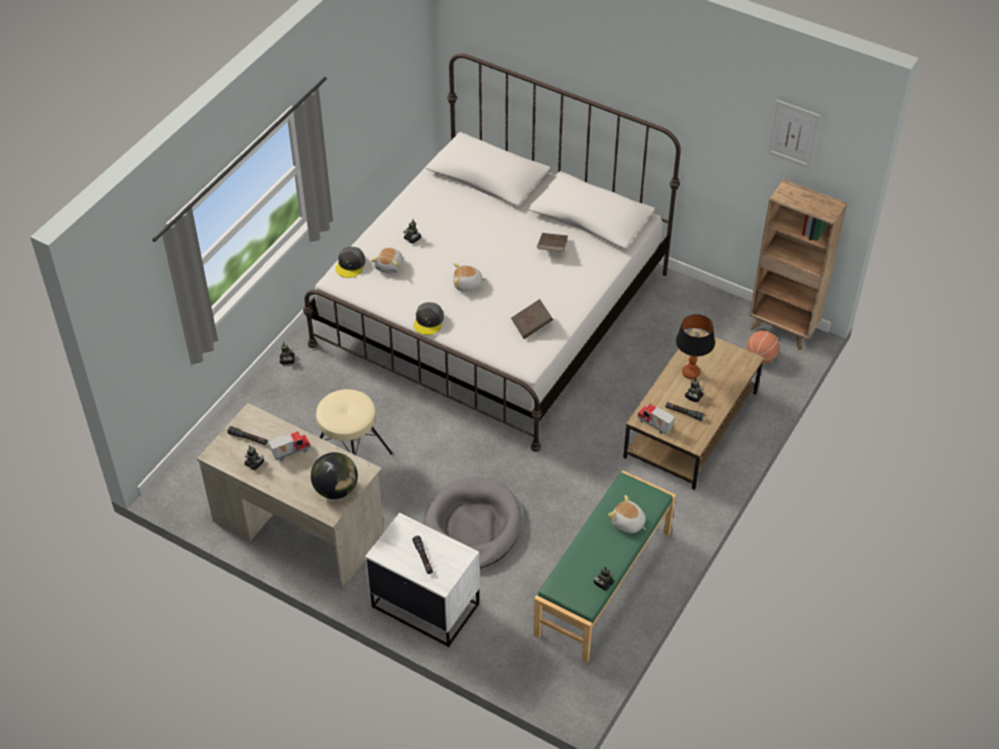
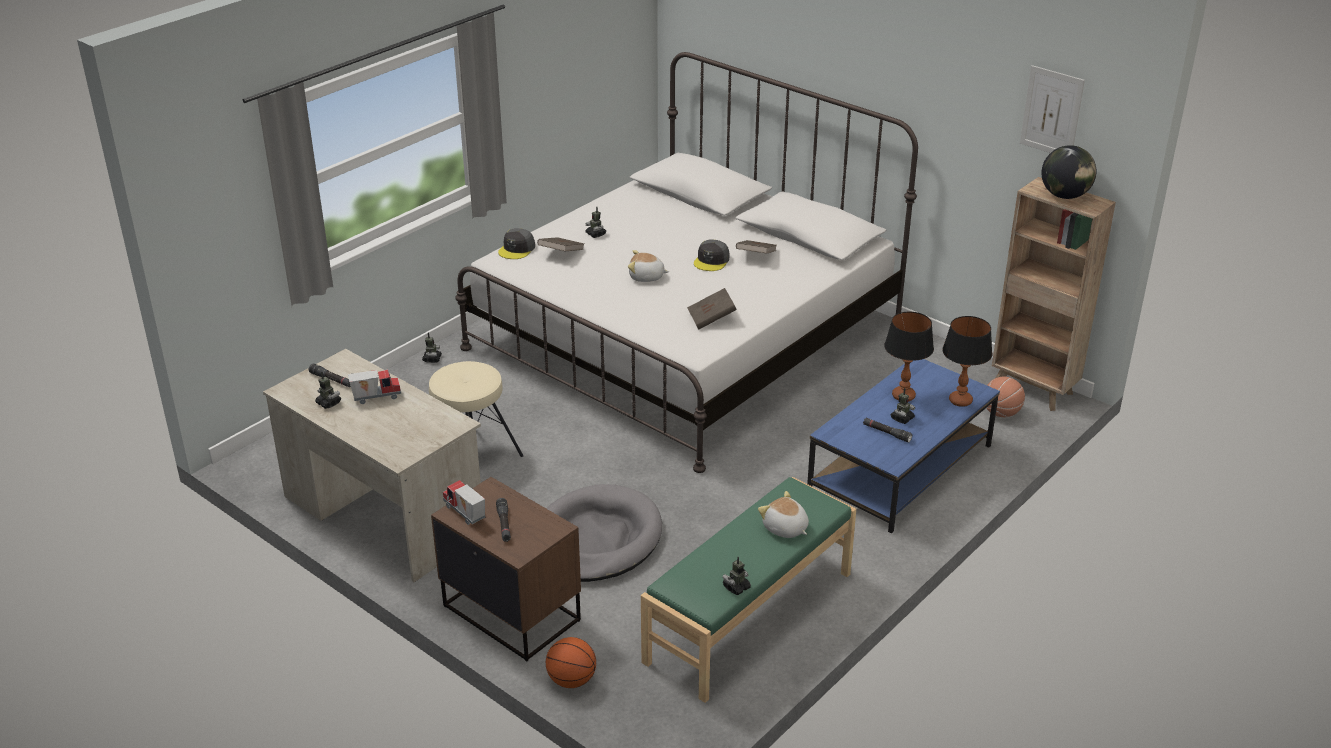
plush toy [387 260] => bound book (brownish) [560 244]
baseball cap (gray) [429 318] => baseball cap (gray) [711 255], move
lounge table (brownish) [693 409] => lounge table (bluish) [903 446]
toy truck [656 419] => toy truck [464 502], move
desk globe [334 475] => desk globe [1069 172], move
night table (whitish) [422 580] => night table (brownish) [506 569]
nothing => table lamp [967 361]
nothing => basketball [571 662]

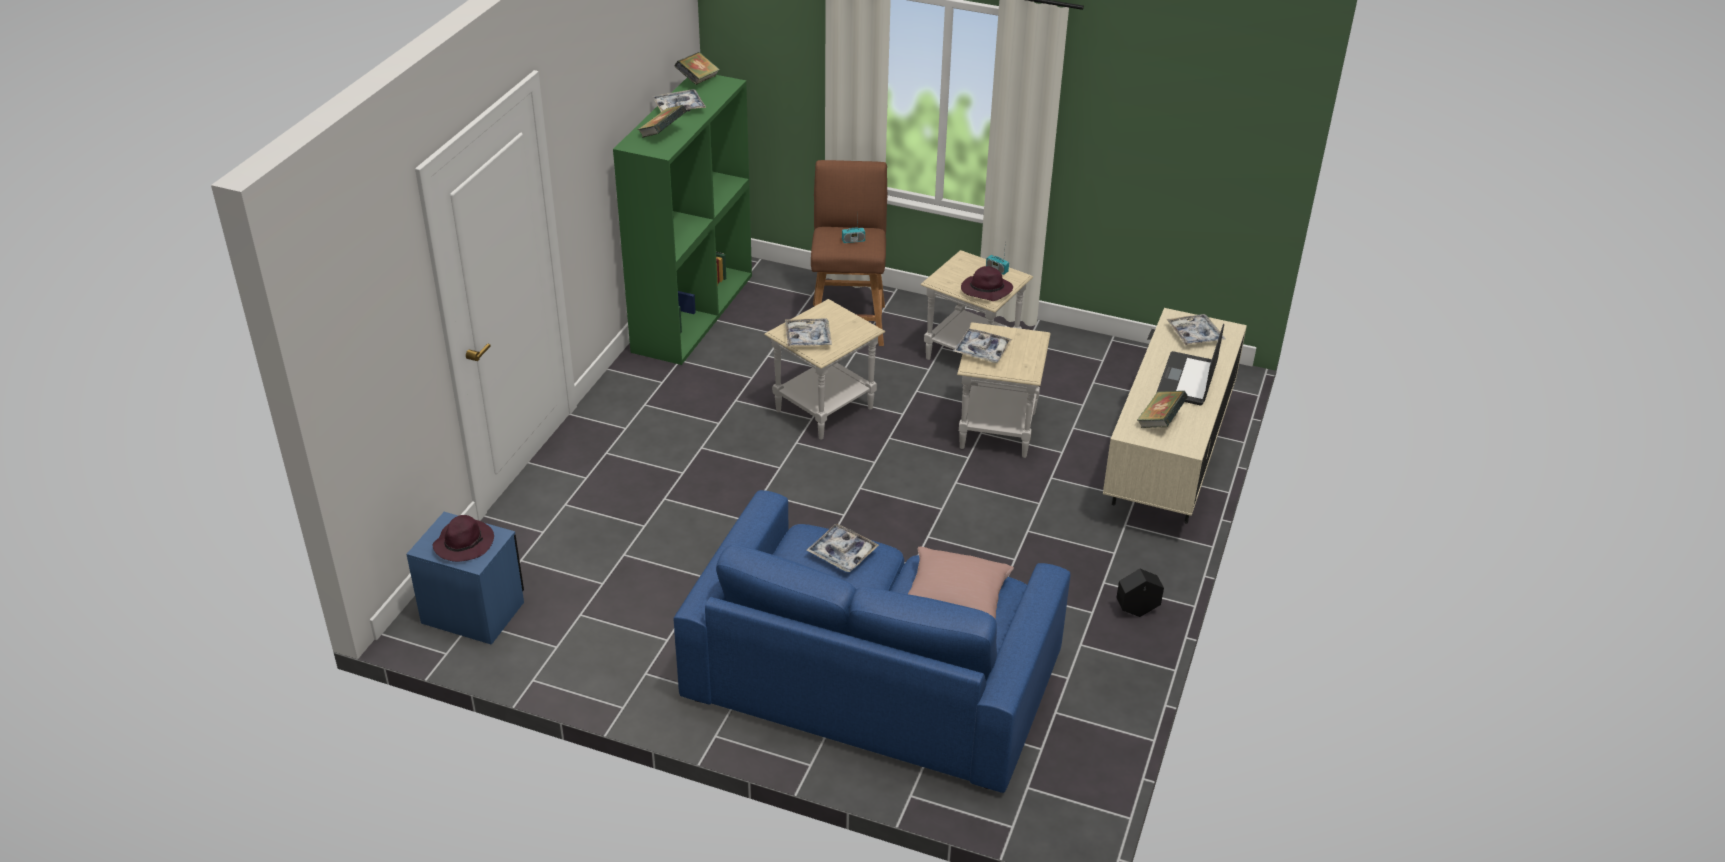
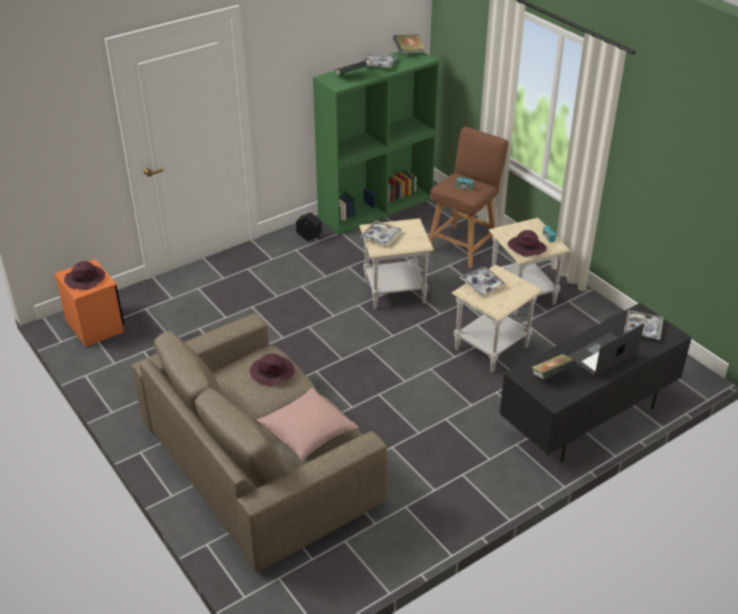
tv stand (beige) [1175 415] => tv stand (blackish) [595 383]
settee (bluish) [872 641] => settee (brownish) [259 443]
night table (bluish) [465 578] => night table (orange-coloured) [89 303]
carrying tray [842 548] => hat (purplish) [272 369]
flower pot (blackish) [1140 593] => flower pot (blackish) [309 226], move

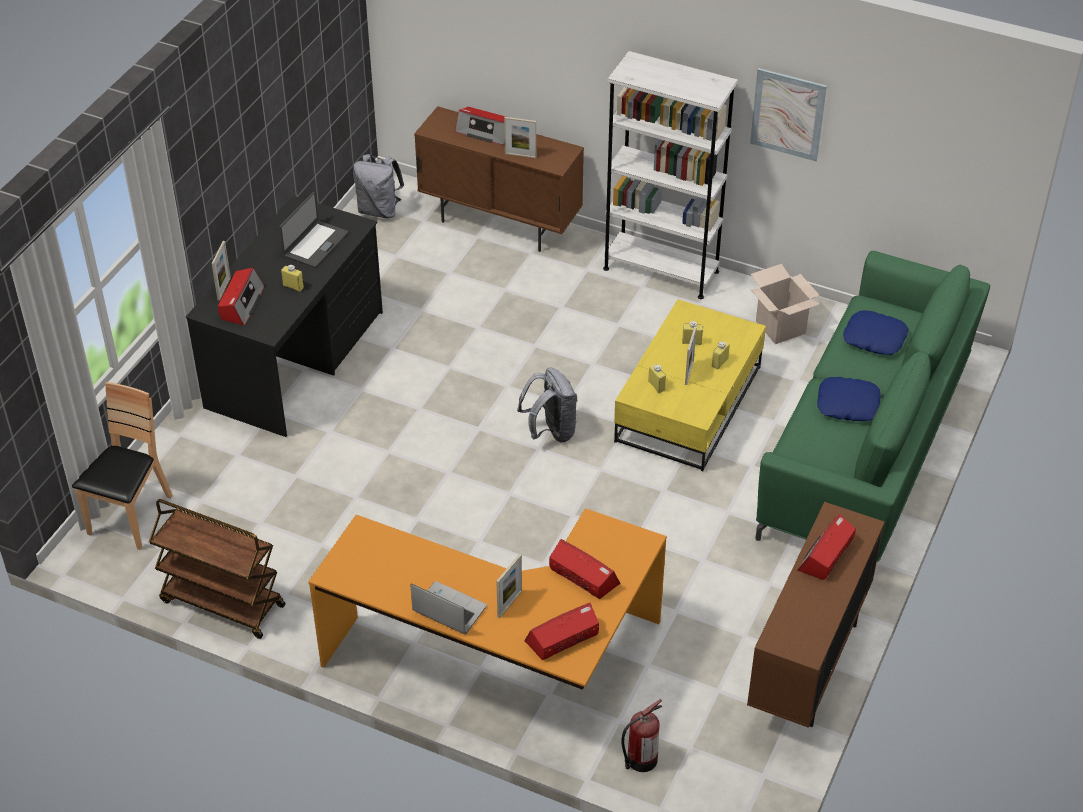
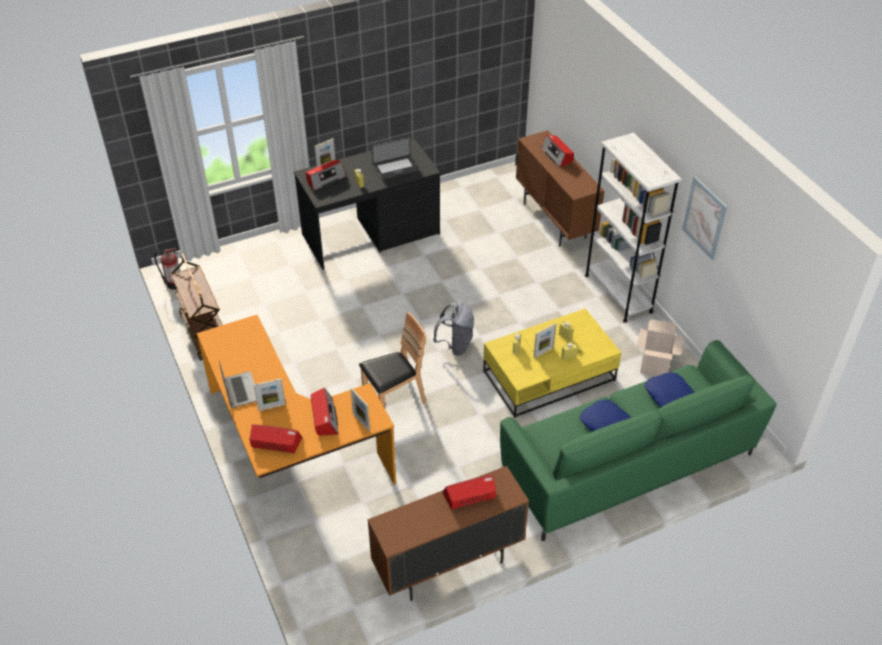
picture frame [520 137] => picture frame [360 409], move
backpack (gray) [378 186] => nothing
upright chair (brownish) [122 466] => upright chair (brownish) [392 360], move
extinguisher [642 735] => extinguisher [167 269], move

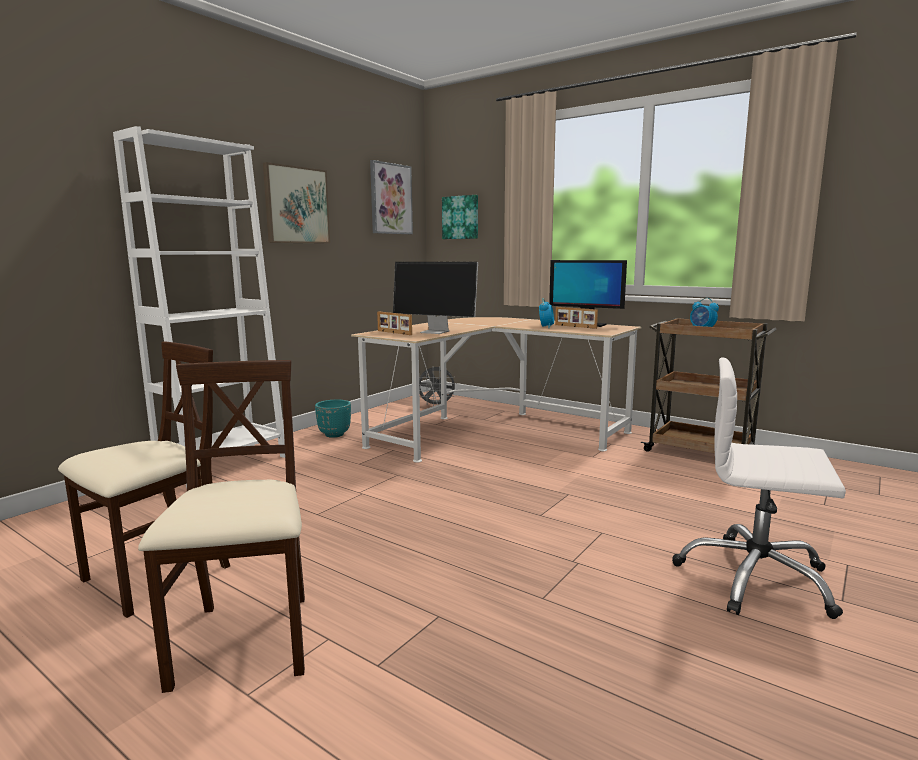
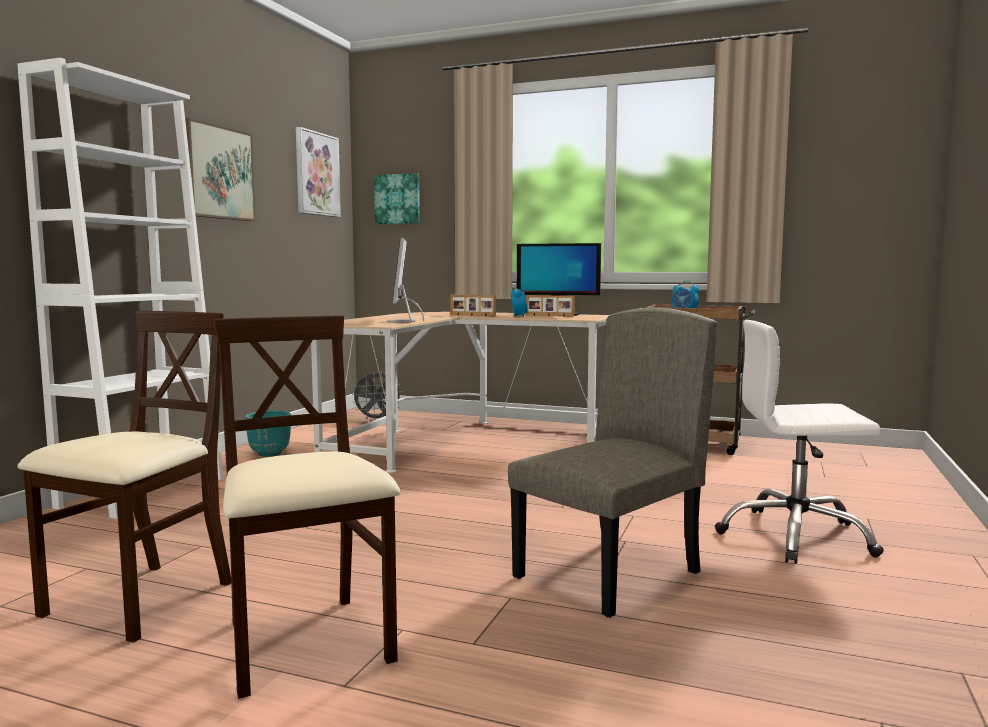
monitor [435 298] => monitor [405 280], 75 degrees clockwise
picture frame [394 323] => picture frame [473 305], move
nothing => upright chair (beige) [613 463]

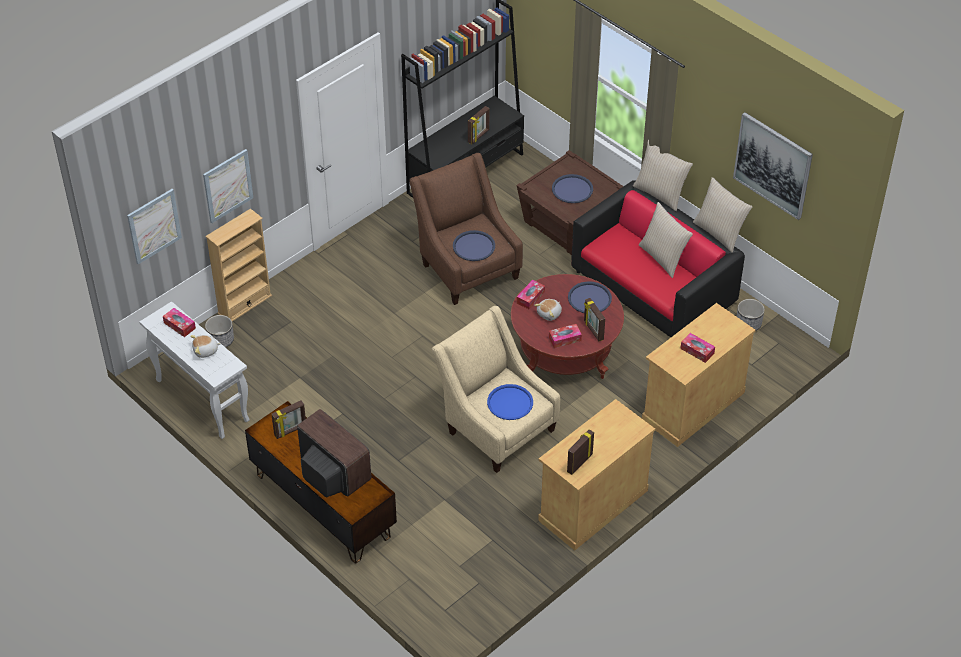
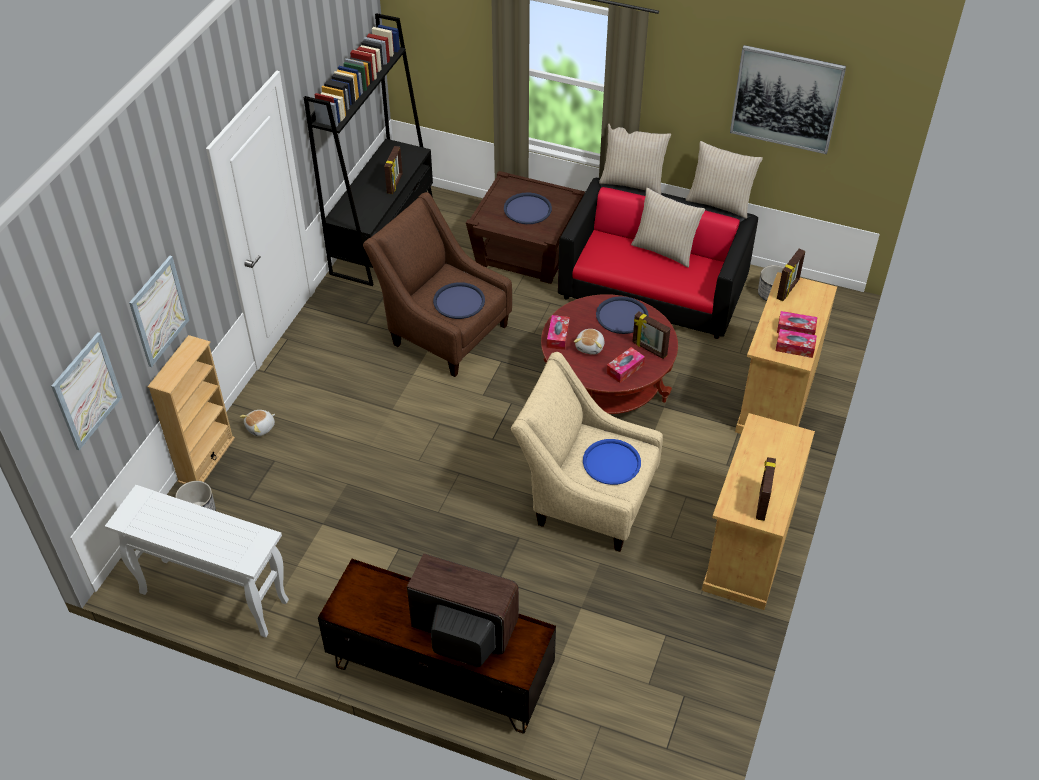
box of tissues [179 322] => box of tissues [796 343], move
plush toy [205 346] => plush toy [257 423], move
picture frame [288 419] => picture frame [791 275], move

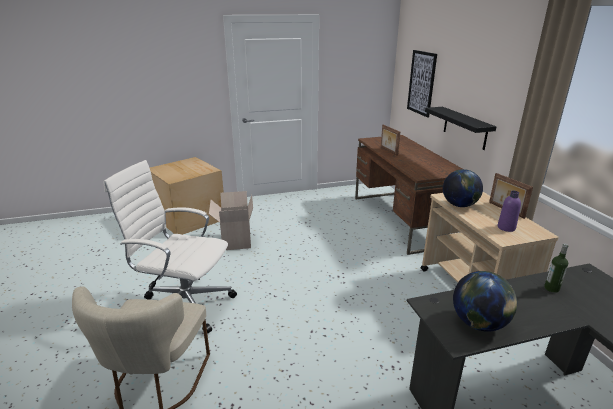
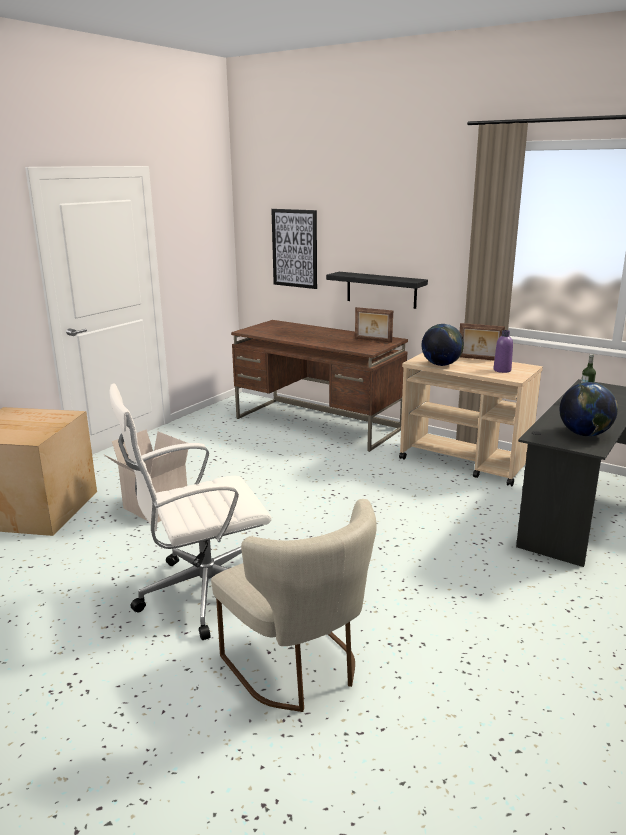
picture frame [390 140] => picture frame [374 325], move

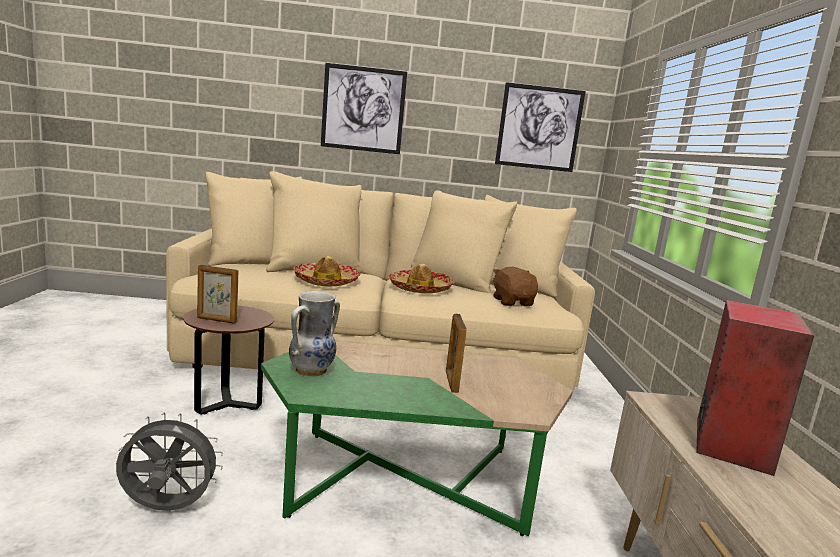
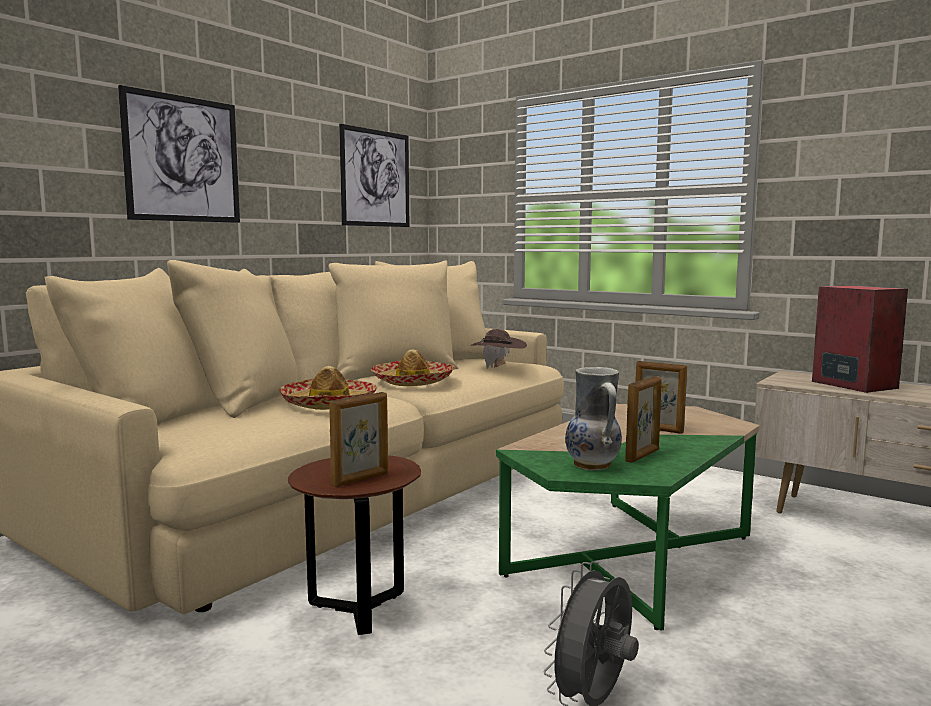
plush toy (brownish) [515 286] => hat (brownish) [499 349]
nothing => picture frame [643 419]

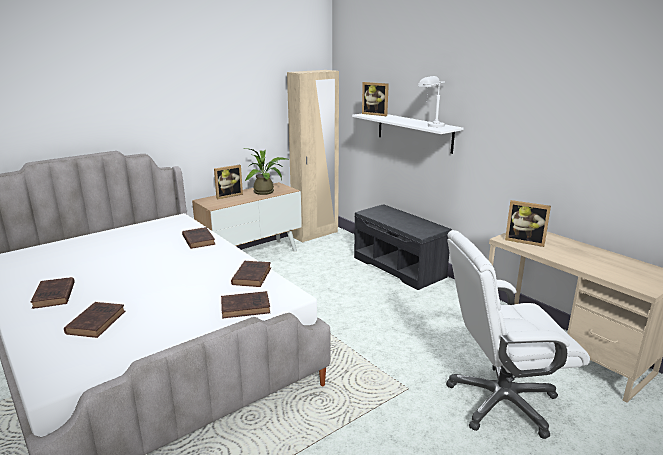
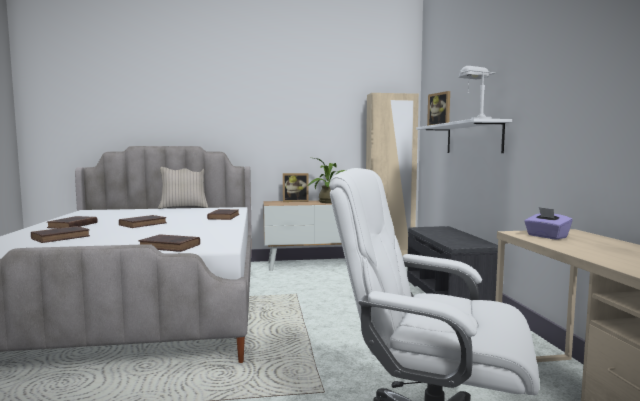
picture frame [528 223] => box of tissues (purplish) [548 223]
bound book (brownish) [251 274] => bound book (brownish) [143 221], move
nothing => pillow (beige) [183 188]

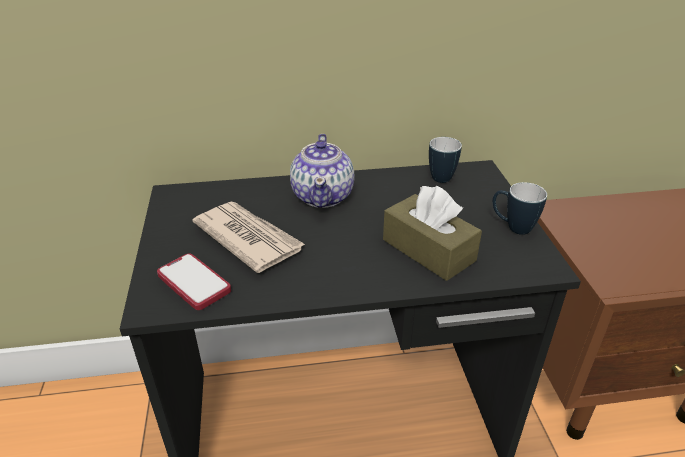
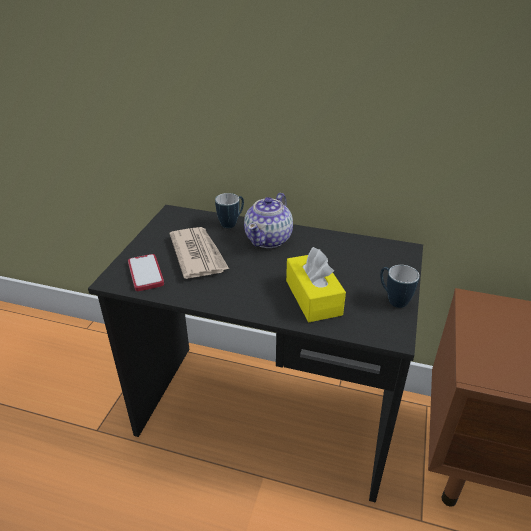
mug [445 160] => mug [229 210], move
box of tissues (brownish) [432 233] => box of tissues (yellowish) [316 284]

